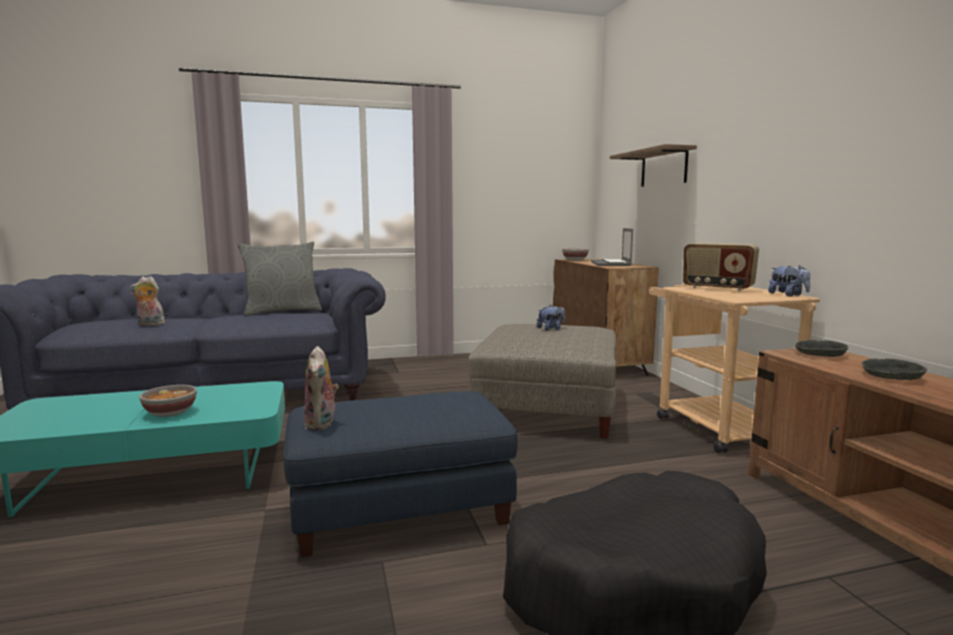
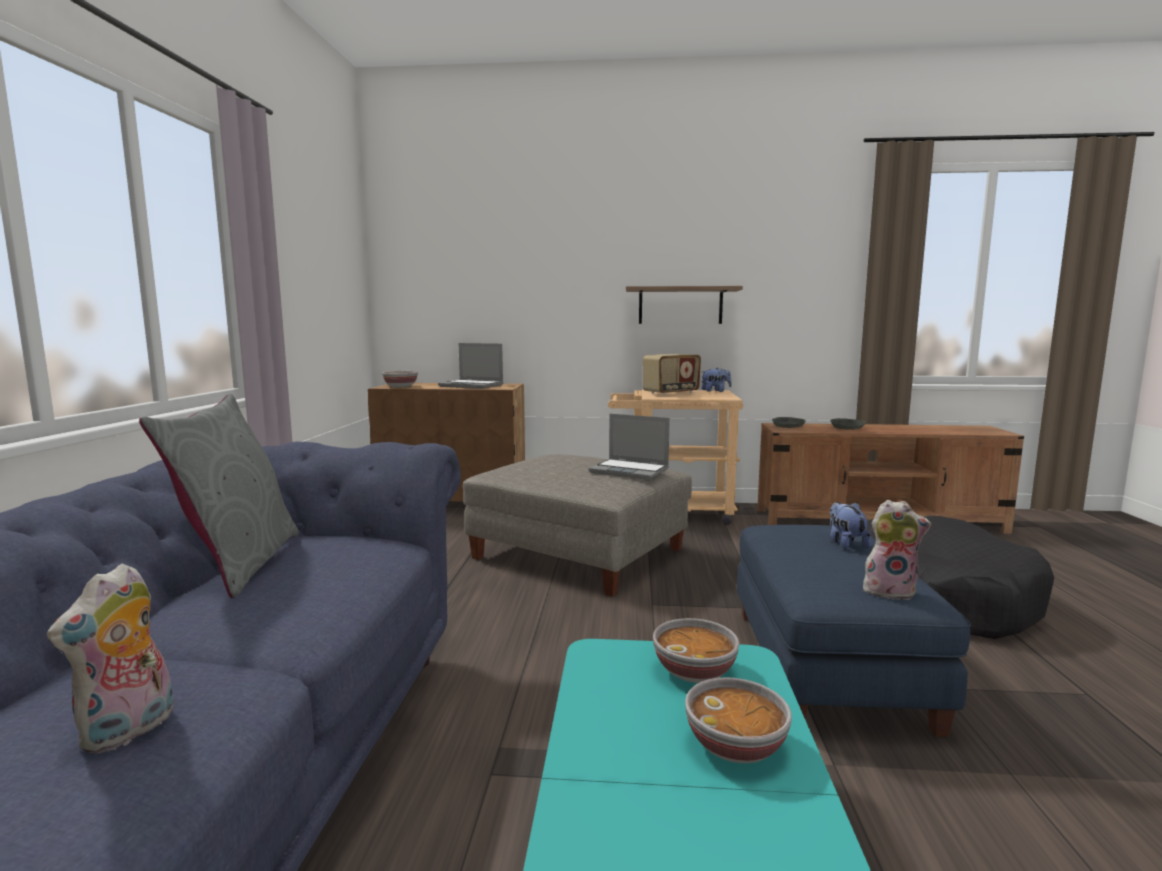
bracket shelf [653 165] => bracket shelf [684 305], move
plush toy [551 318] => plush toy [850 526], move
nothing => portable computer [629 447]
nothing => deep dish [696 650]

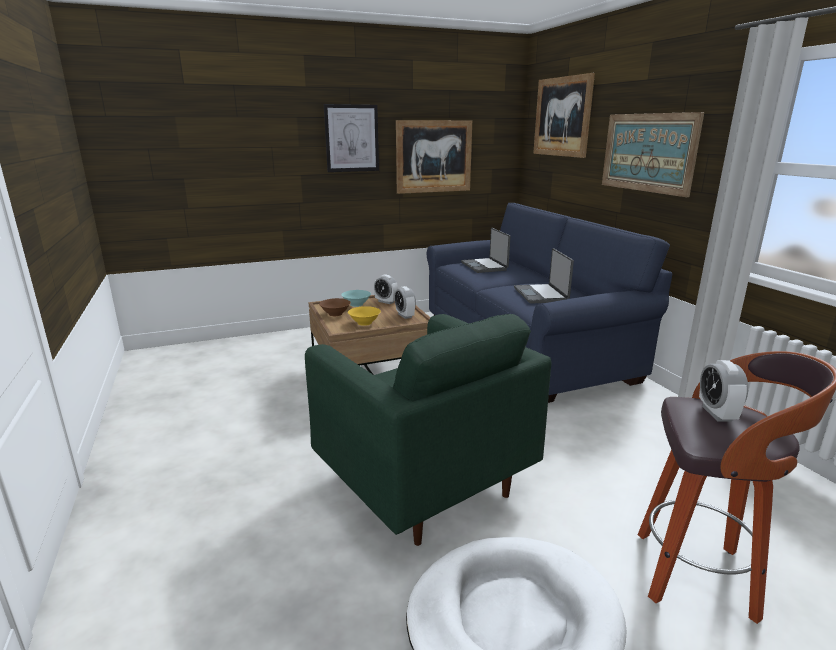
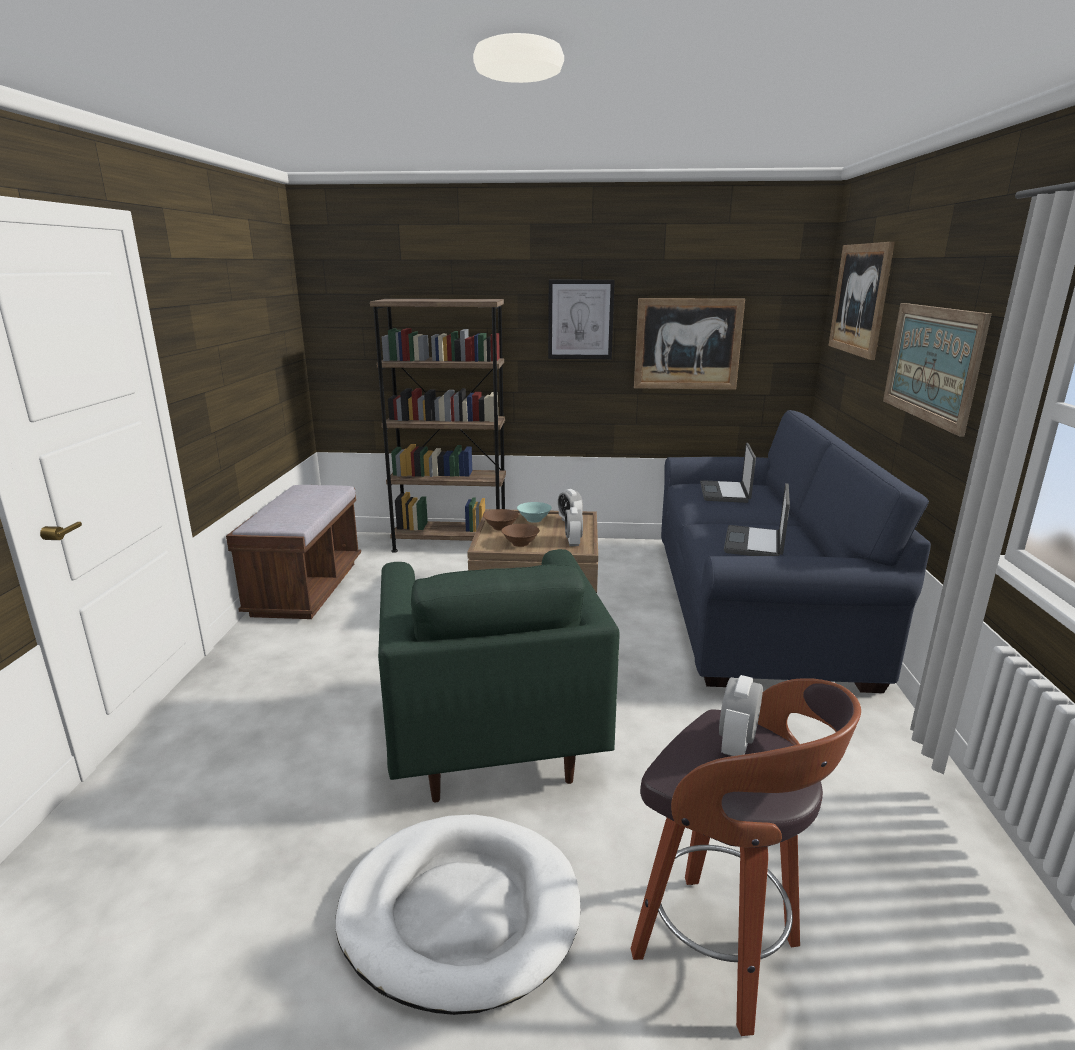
deep dish (yellowish) [364 316] => deep dish (brownish) [520 535]
nothing => bookcase (brownish) [438 426]
nothing => indoor bench (brownish) [293 552]

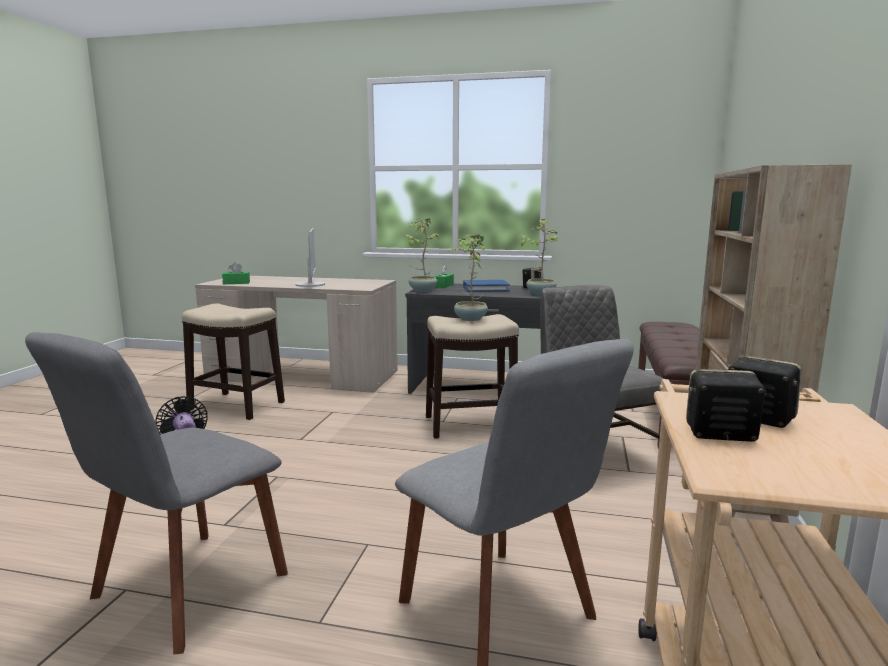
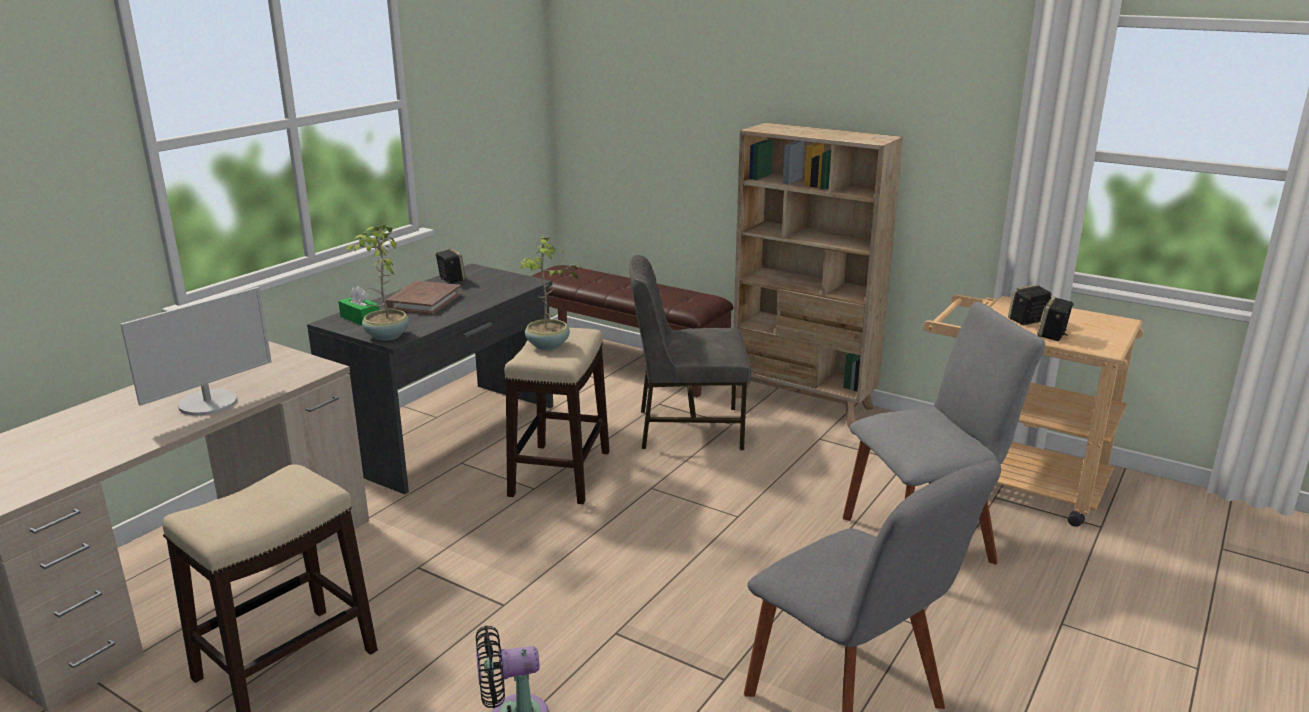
houseplant [539 257] => nothing
monitor [310 257] => monitor [196 351], 120 degrees clockwise
box of tissues (green-coloured) [236 273] => nothing
bound book (bluish) [486 286] => bound book (brownish) [423 298]

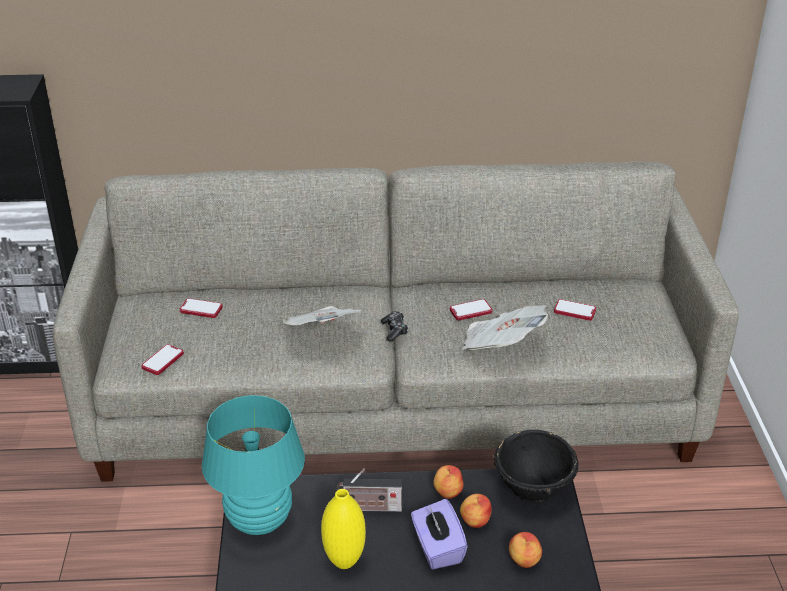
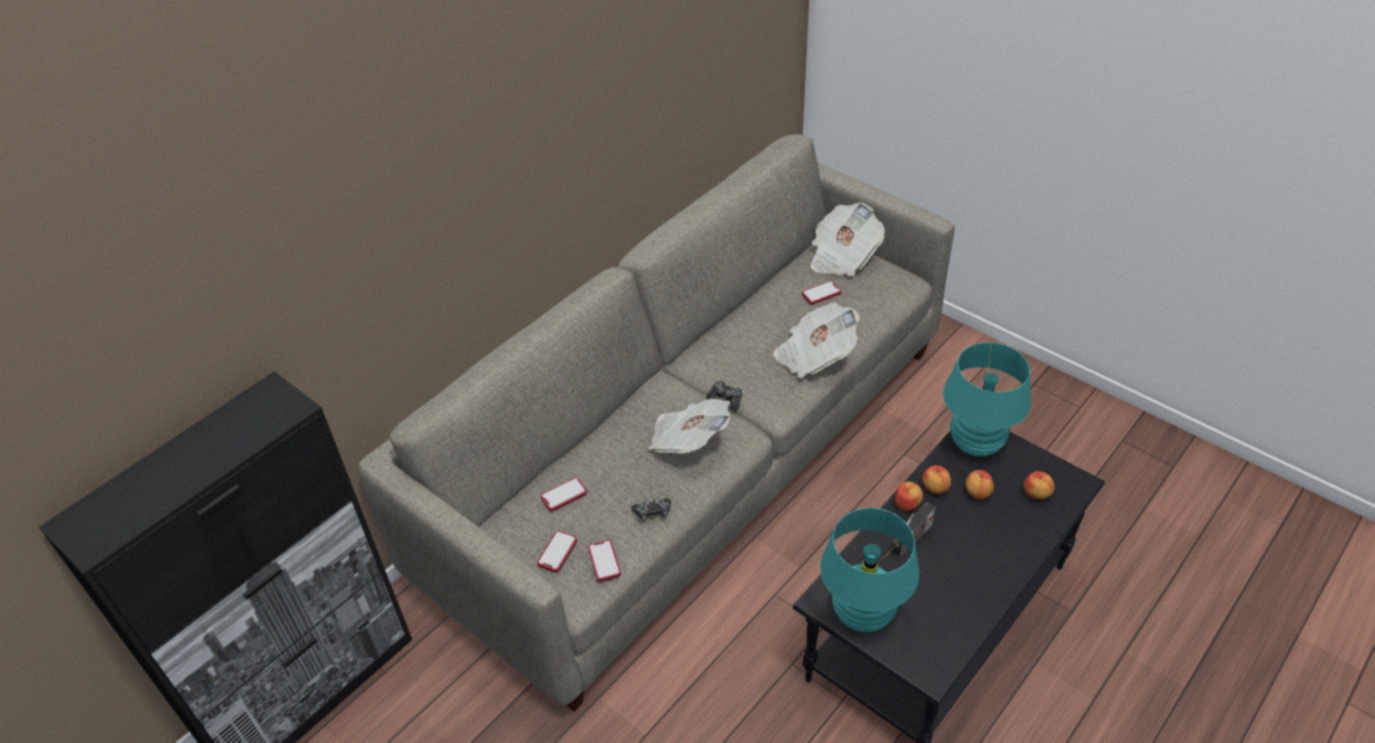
phone [471 309] => phone [557 552], move
deep dish (blackish) [536 466] => table lamp (turquoise-coloured) [987 399]
vase (yellowish) [343 529] => nothing
box of tissues (purplish) [439 534] => nothing
nothing => printed paper [847 240]
nothing => apple [909 496]
nothing => game controller [651 510]

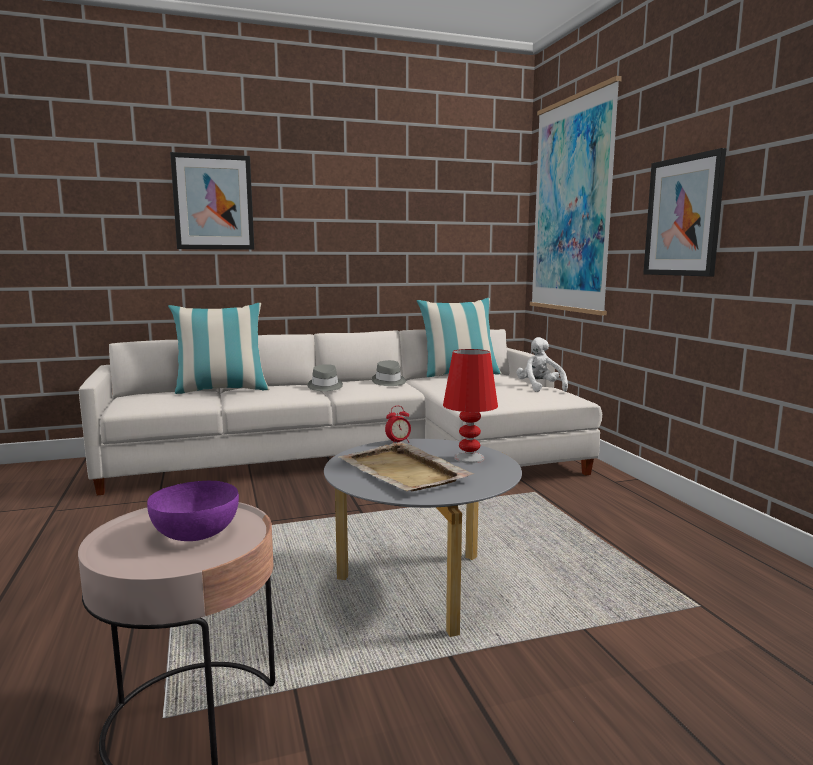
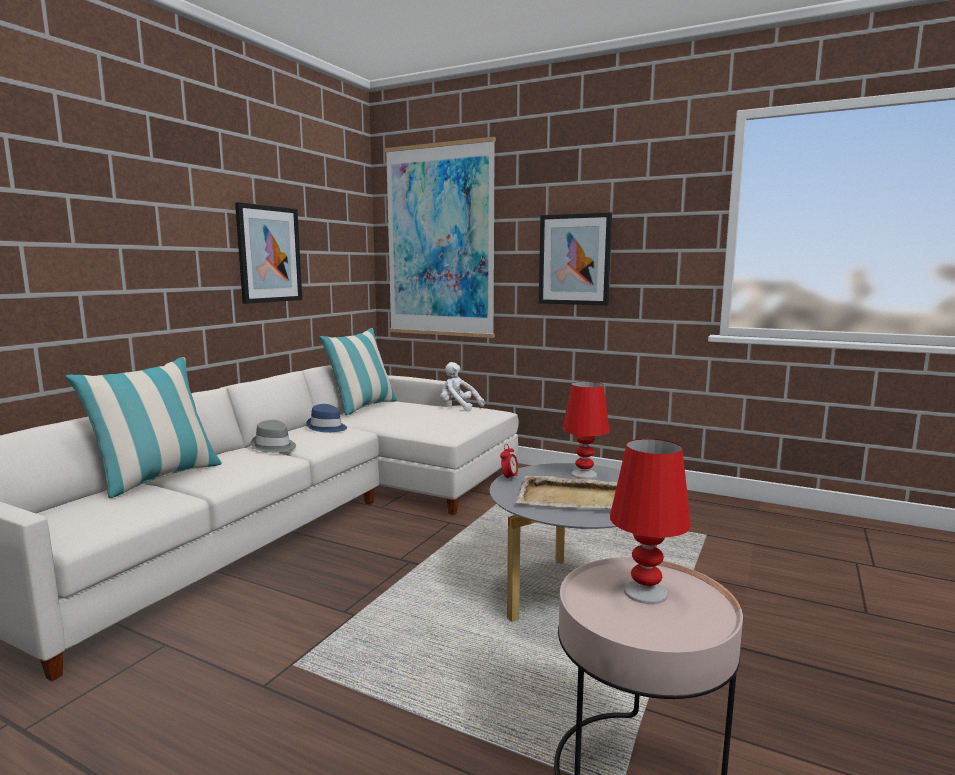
picture [212 200] => picture [268 253], move
hat (gray) [389 373] => hat (bluish) [326 418]
deep dish (purplish) [193 511] => table lamp (red) [650 521]

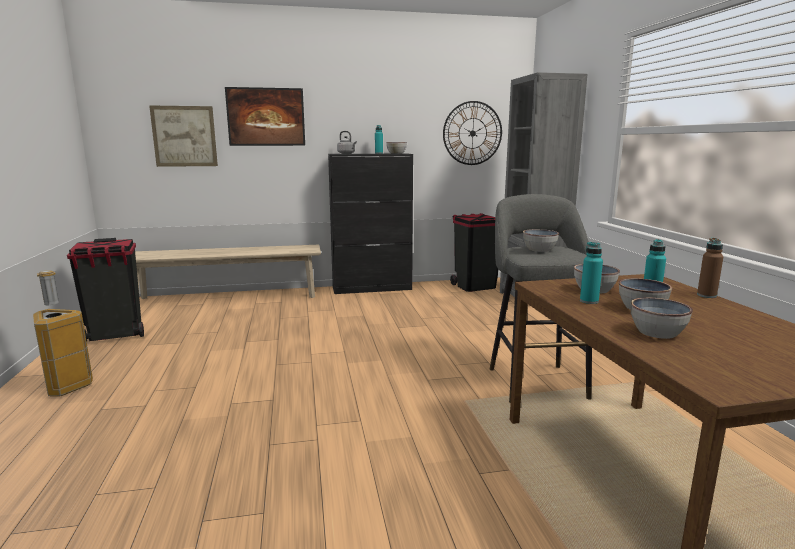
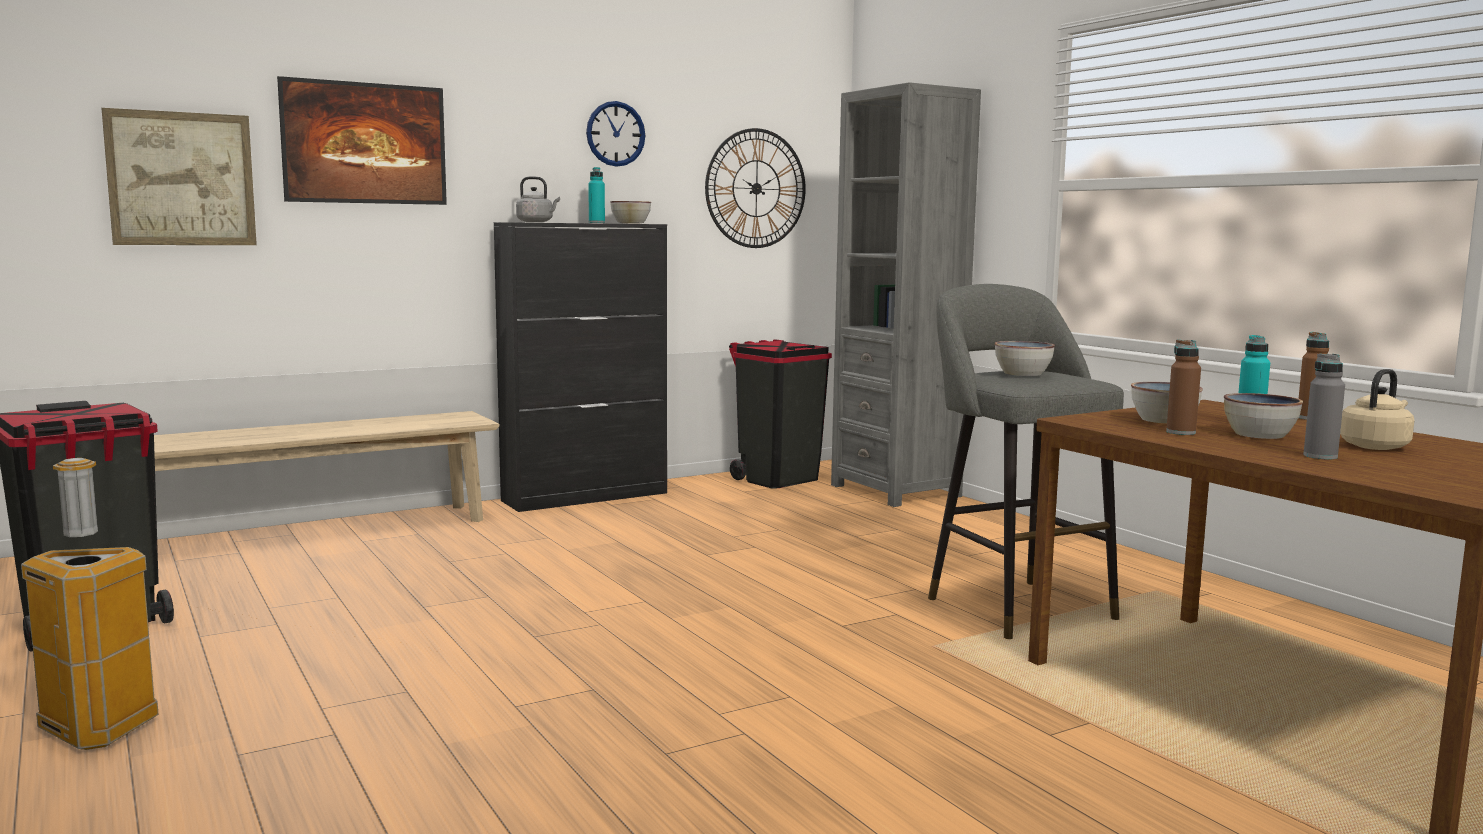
drink bottle (turquoise-coloured) [591 273] => drink bottle (brownish) [1183 387]
deep dish [662 318] => drink bottle (gray) [1324 406]
nothing => wall clock [616 134]
nothing => tea kettle (beige) [1377 409]

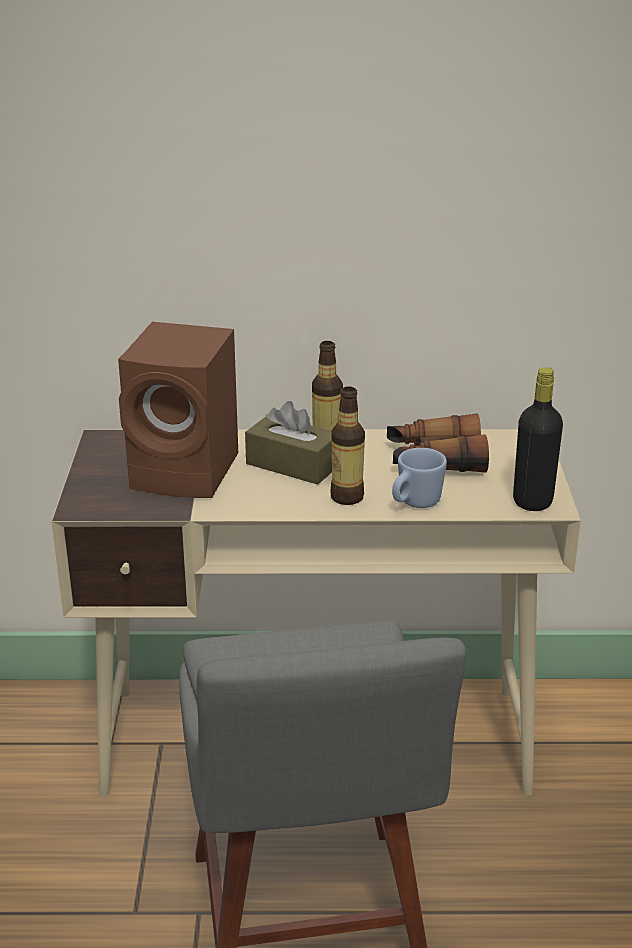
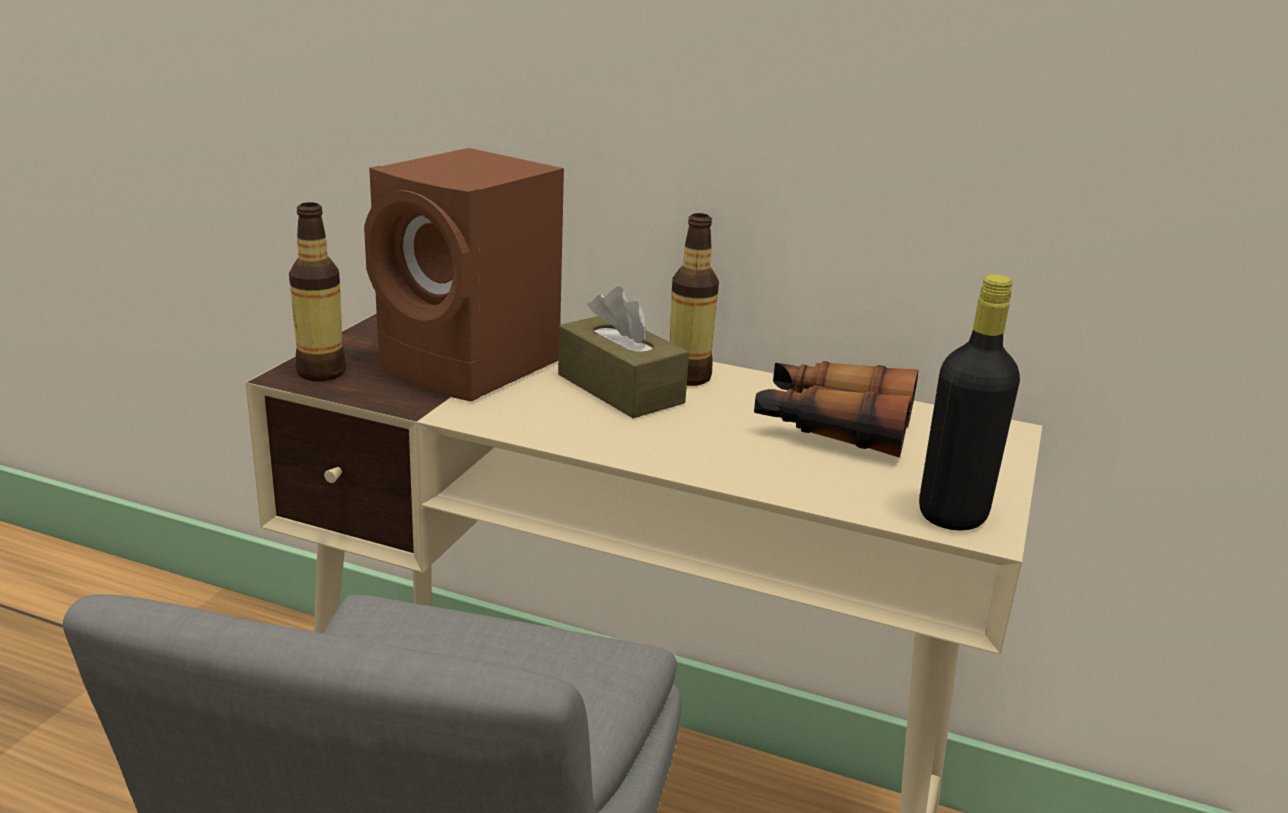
drink bottle [347 445] => drink bottle [317 291], move
mug (bluish) [419 478] => nothing

